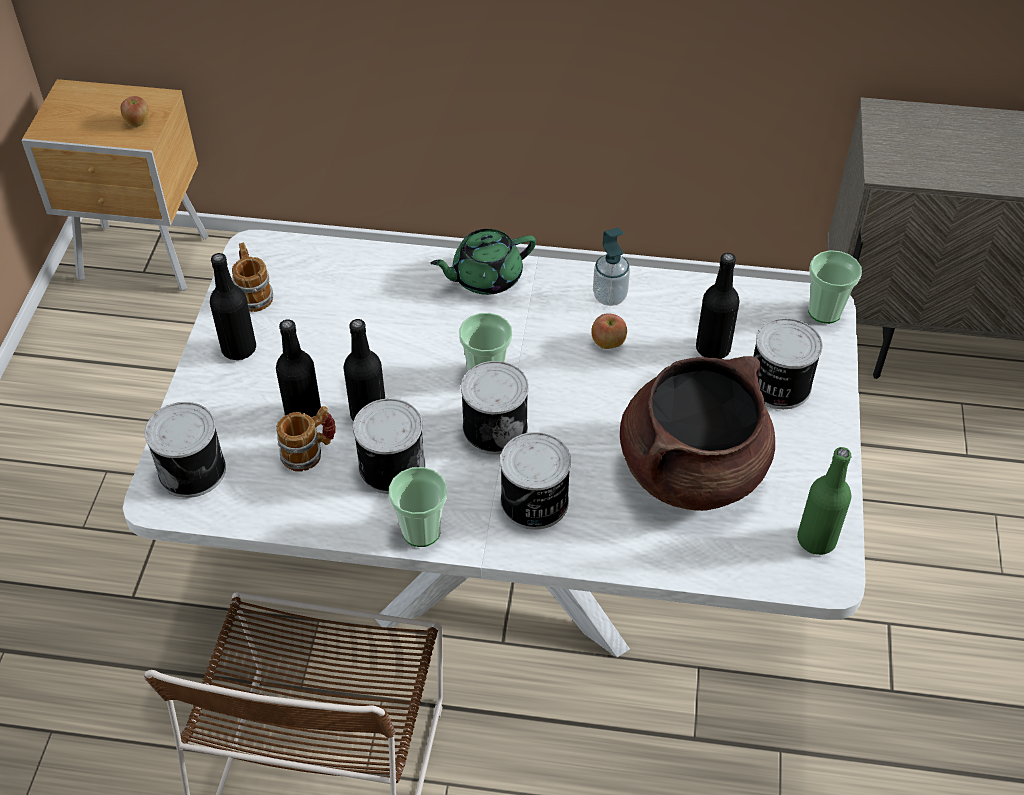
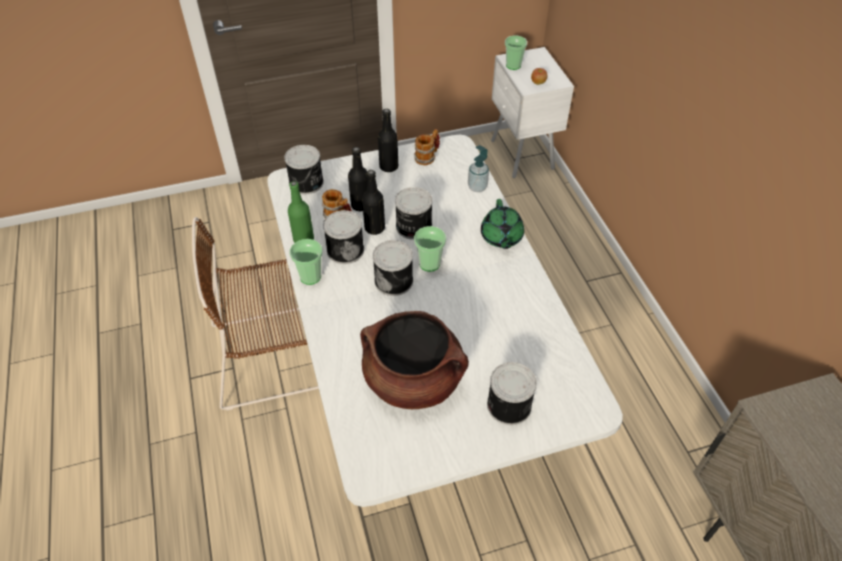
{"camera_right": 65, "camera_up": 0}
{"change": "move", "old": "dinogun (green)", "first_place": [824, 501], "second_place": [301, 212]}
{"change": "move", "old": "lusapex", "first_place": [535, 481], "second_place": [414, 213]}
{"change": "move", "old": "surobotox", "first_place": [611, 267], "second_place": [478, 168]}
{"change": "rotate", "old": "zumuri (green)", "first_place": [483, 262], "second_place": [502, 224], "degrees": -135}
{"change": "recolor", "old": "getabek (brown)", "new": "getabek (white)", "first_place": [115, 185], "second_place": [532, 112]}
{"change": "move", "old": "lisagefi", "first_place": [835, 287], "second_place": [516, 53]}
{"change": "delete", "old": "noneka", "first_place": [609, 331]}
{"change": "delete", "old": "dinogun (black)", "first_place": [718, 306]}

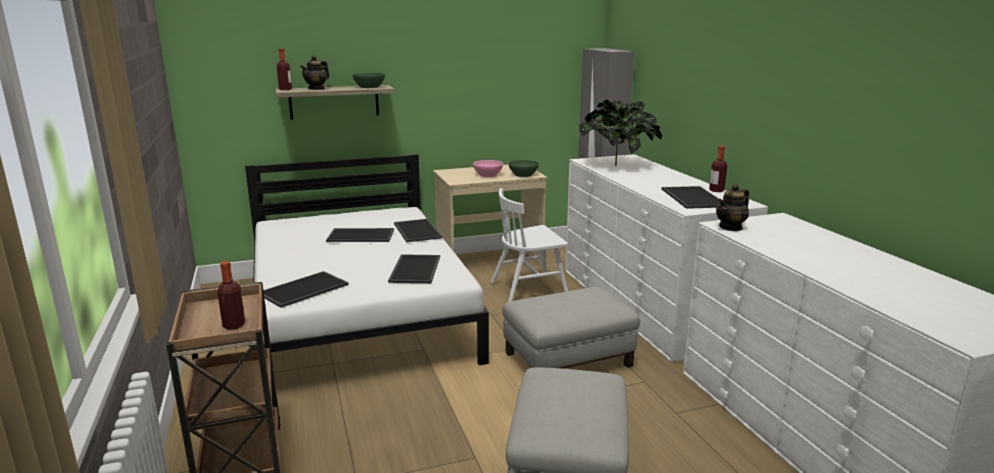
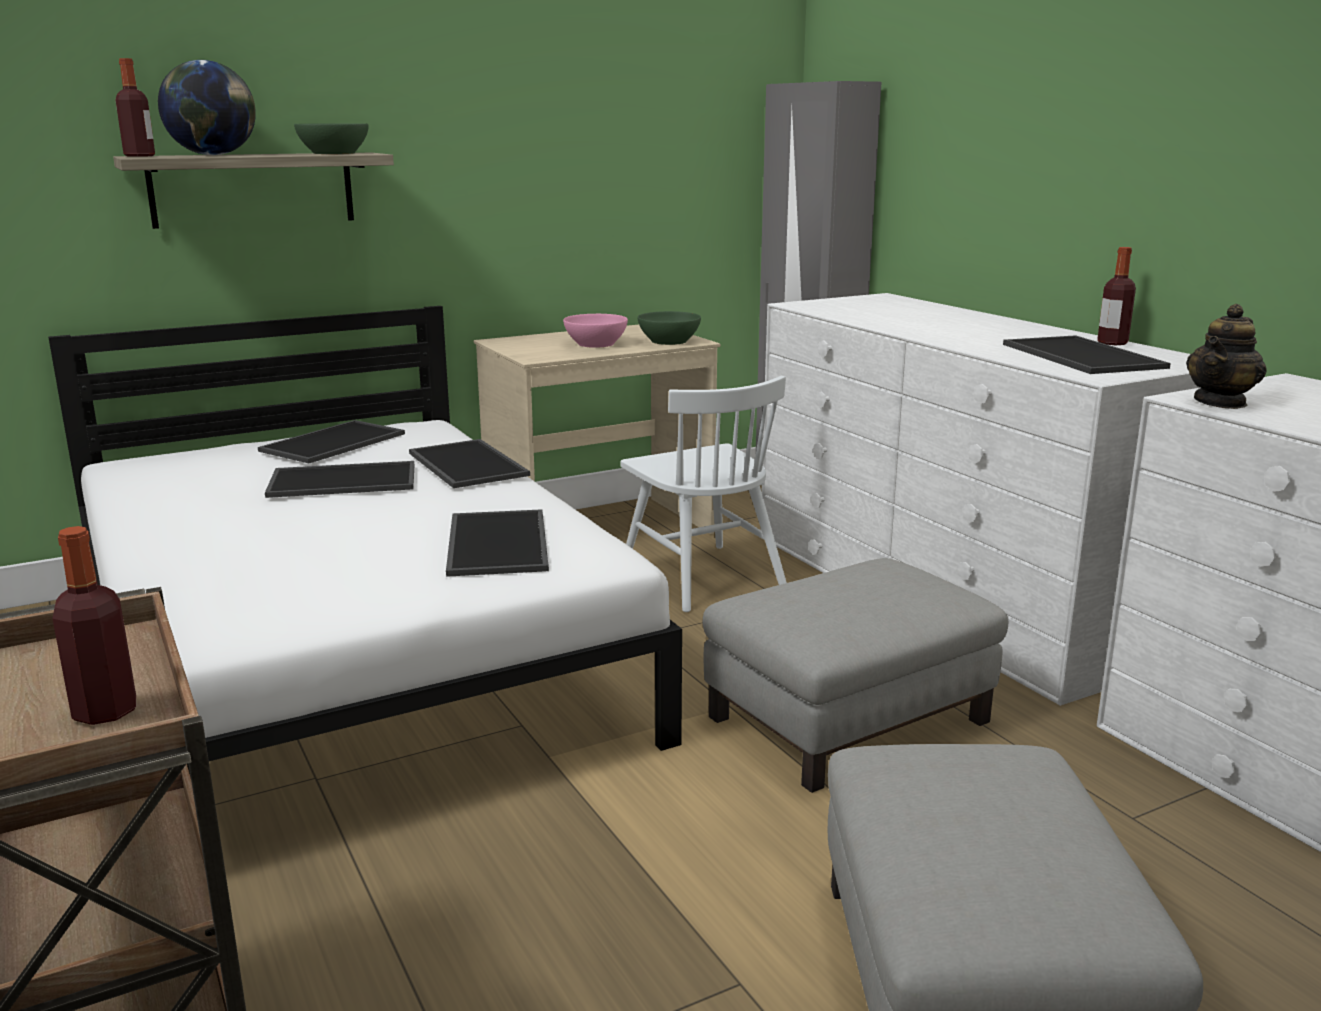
{"camera_right": -10, "camera_up": 0}
{"change": "replace", "old": "zumuri", "new": "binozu", "first_place": [315, 72], "second_place": [207, 107]}
{"change": "move", "old": "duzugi", "first_place": [306, 289], "second_place": [331, 441]}
{"change": "rotate", "old": "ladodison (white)", "first_place": [529, 245], "second_place": [703, 494], "degrees": -90}
{"change": "delete", "old": "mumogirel", "first_place": [621, 133]}

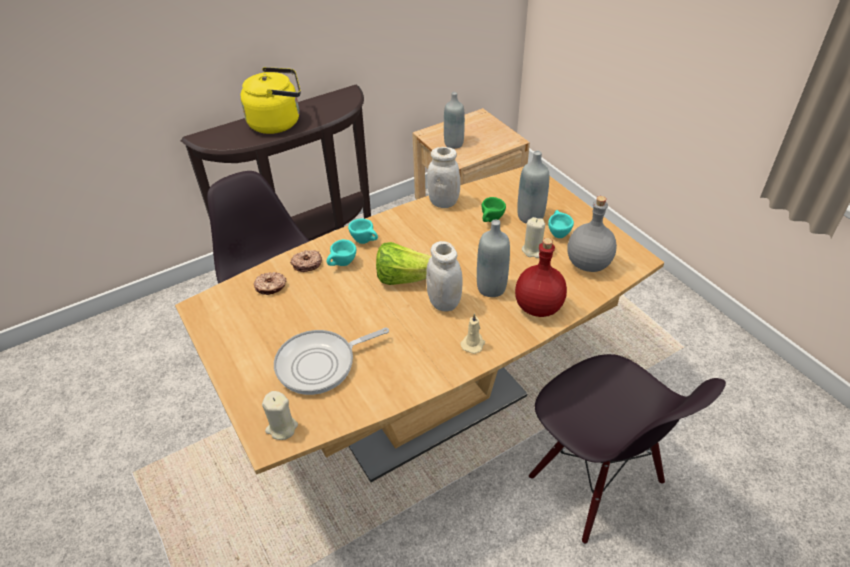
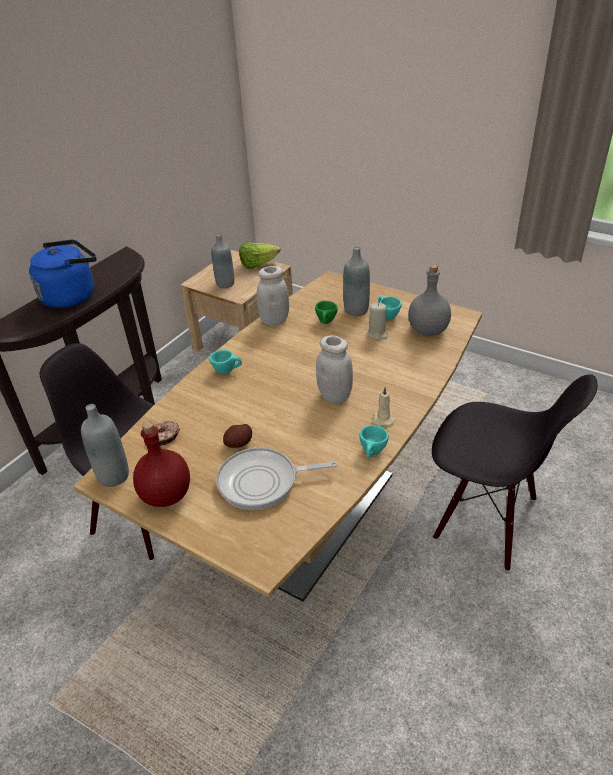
{"camera_right": -25, "camera_up": -5}
{"change": "recolor", "old": "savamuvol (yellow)", "new": "savamuvol (blue)", "first_place": [270, 100], "second_place": [63, 274]}
{"change": "move", "old": "dinogun (grey)", "first_place": [493, 258], "second_place": [105, 445]}
{"change": "move", "old": "dinogun (red)", "first_place": [541, 277], "second_place": [161, 464]}
{"change": "rotate", "old": "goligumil", "first_place": [331, 361], "second_place": [277, 479], "degrees": 45}
{"change": "insert", "new": "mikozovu", "second_place": [237, 436]}
{"change": "move", "old": "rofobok", "first_place": [403, 263], "second_place": [260, 255]}
{"change": "move", "old": "lisagefi (turquoise)", "first_place": [341, 252], "second_place": [374, 441]}
{"change": "delete", "old": "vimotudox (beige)", "first_place": [280, 415]}
{"change": "delete", "old": "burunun", "first_place": [306, 261]}

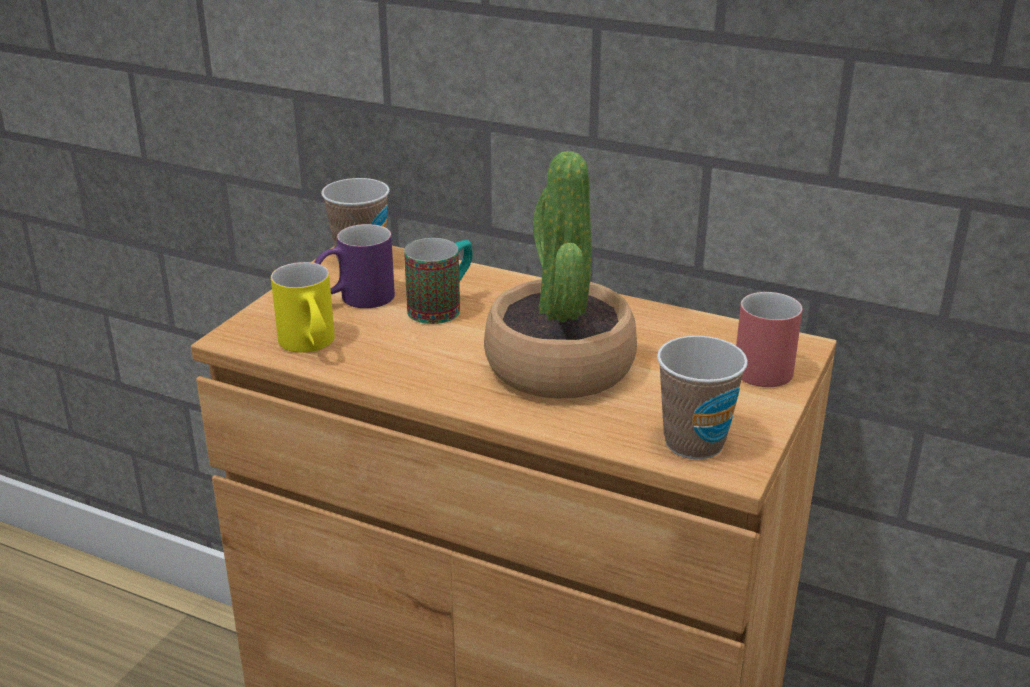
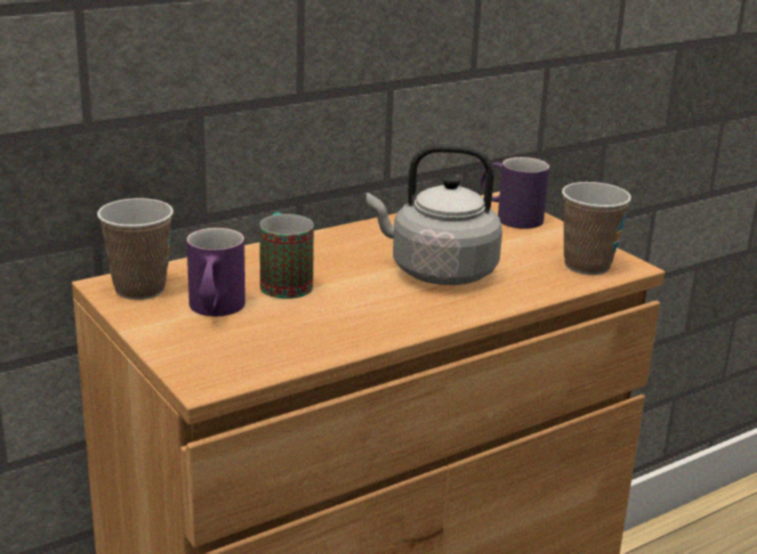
{"camera_right": -60, "camera_up": -5}
{"change": "replace", "old": "mumogirel", "new": "savamuvol (grey)", "first_place": [560, 274], "second_place": [434, 214]}
{"change": "recolor", "old": "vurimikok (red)", "new": "vurimikok (purple)", "first_place": [769, 339], "second_place": [514, 193]}
{"change": "delete", "old": "vurimikok (yellow)", "first_place": [303, 307]}

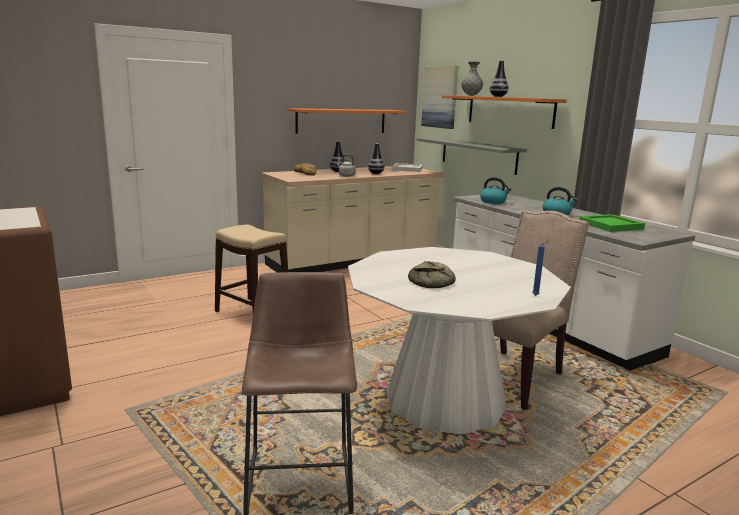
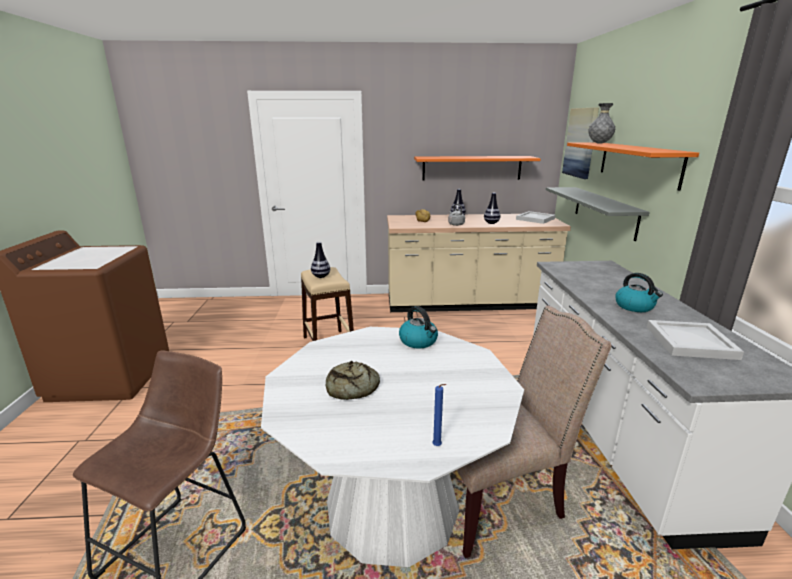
{"camera_right": 30, "camera_up": 5}
{"change": "move", "old": "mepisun", "first_place": [499, 79], "second_place": [320, 260]}
{"change": "move", "old": "savamuvol", "first_place": [496, 190], "second_place": [418, 327]}
{"change": "recolor", "old": "duzugi (green)", "new": "duzugi (white)", "first_place": [612, 223], "second_place": [695, 340]}

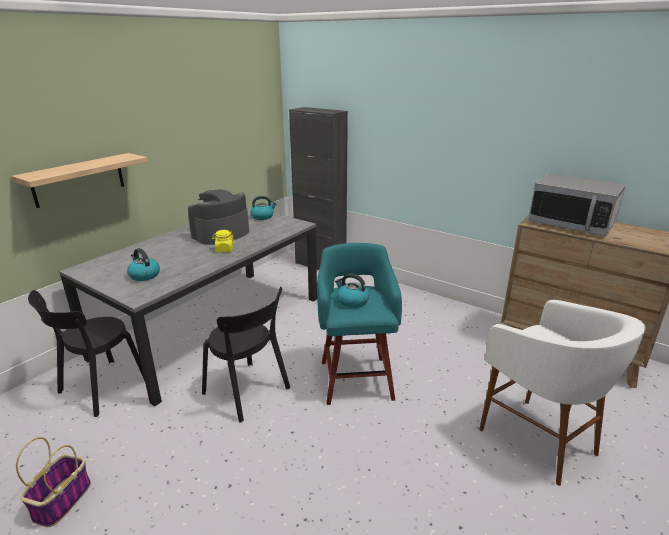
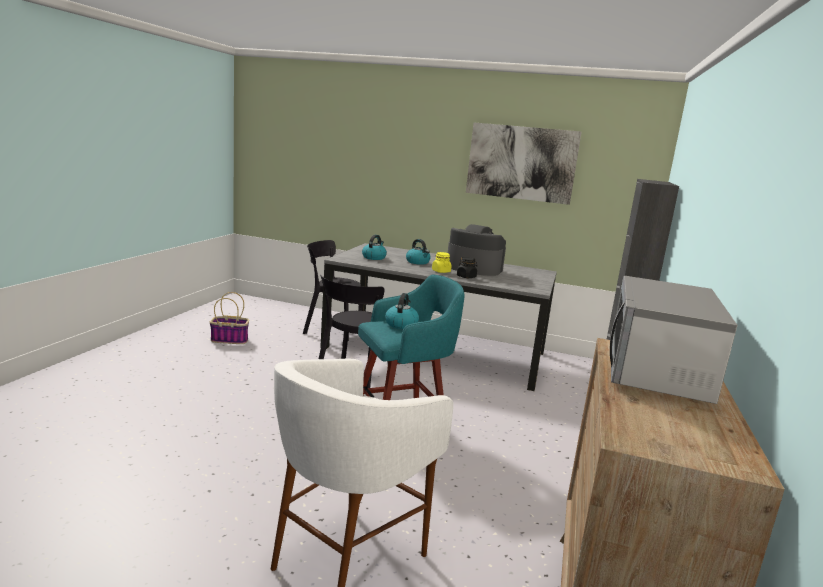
{"camera_right": 70, "camera_up": -10}
{"change": "move", "old": "savamuvol", "first_place": [264, 208], "second_place": [418, 252]}
{"change": "insert", "new": "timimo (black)", "second_place": [467, 267]}
{"change": "insert", "new": "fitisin", "second_place": [523, 164]}
{"change": "delete", "old": "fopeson", "first_place": [80, 180]}

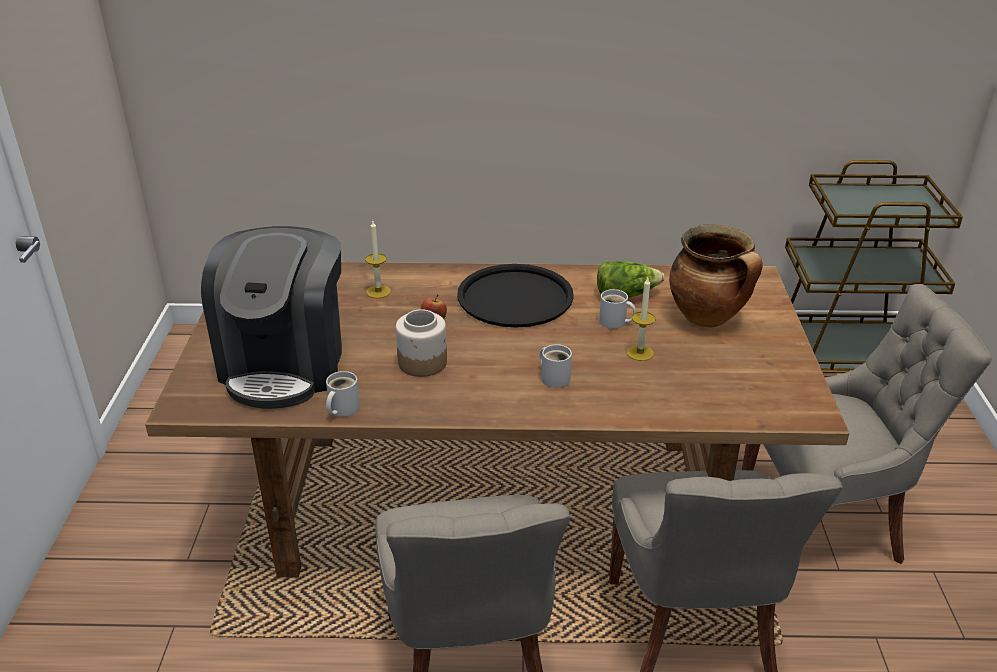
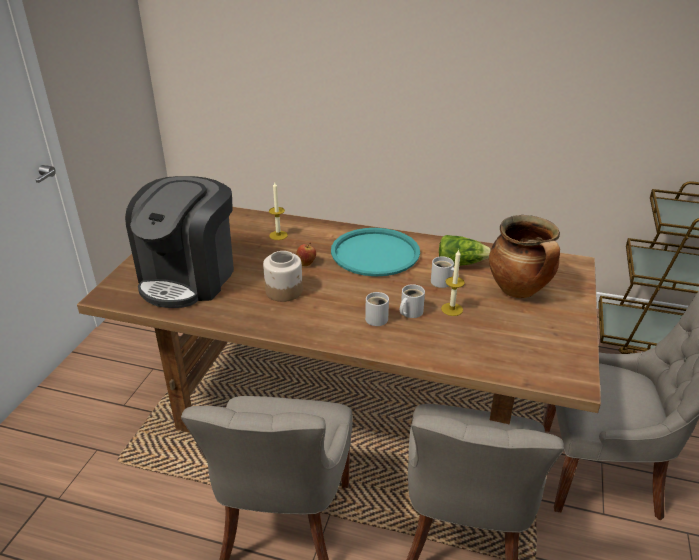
{"camera_right": 15, "camera_up": 0}
{"change": "recolor", "old": "duzugi (black)", "new": "duzugi (turquoise)", "first_place": [515, 296], "second_place": [375, 252]}
{"change": "move", "old": "vurimikok (white)", "first_place": [343, 394], "second_place": [412, 301]}

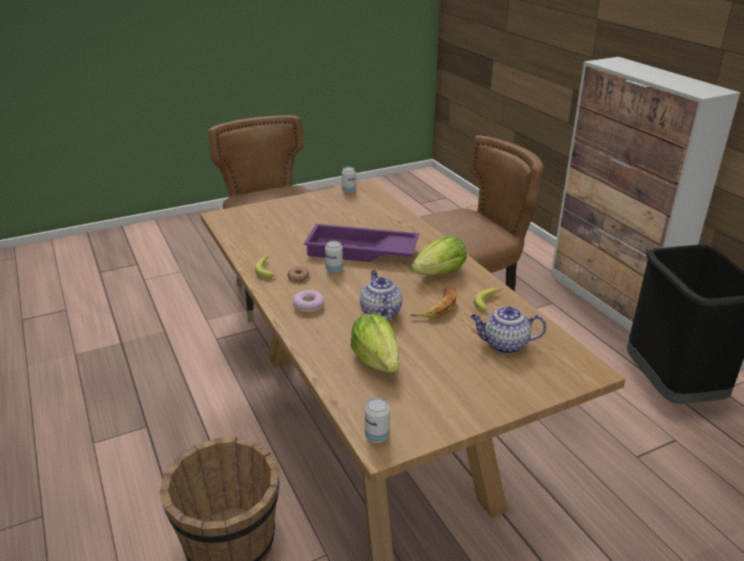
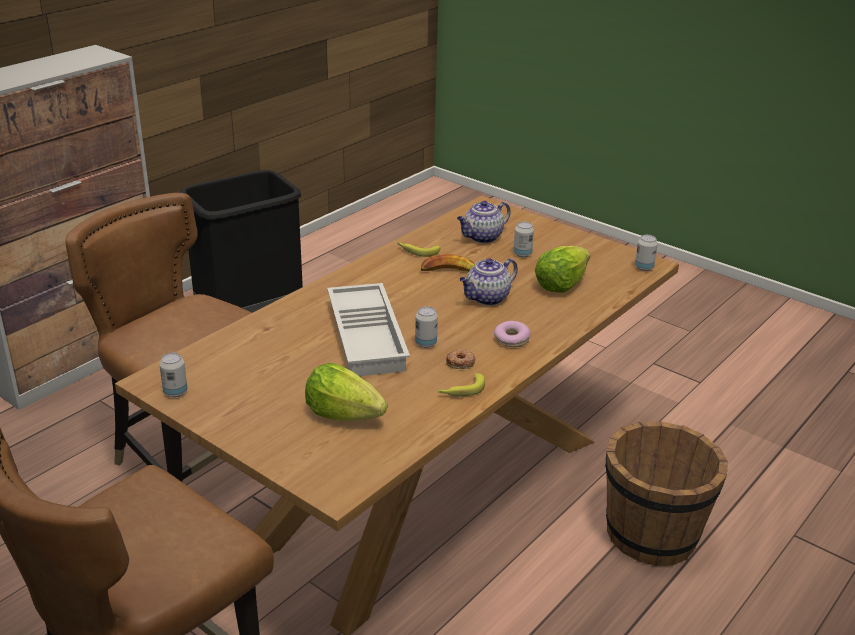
{"camera_right": -115, "camera_up": 0}
{"change": "move", "old": "rofobok", "first_place": [439, 255], "second_place": [346, 392]}
{"change": "recolor", "old": "duzugi (purple)", "new": "duzugi (white)", "first_place": [361, 243], "second_place": [368, 329]}
{"change": "rotate", "old": "zumuri", "first_place": [508, 330], "second_place": [484, 222], "degrees": 75}
{"change": "insert", "new": "lusapex", "second_place": [523, 239]}

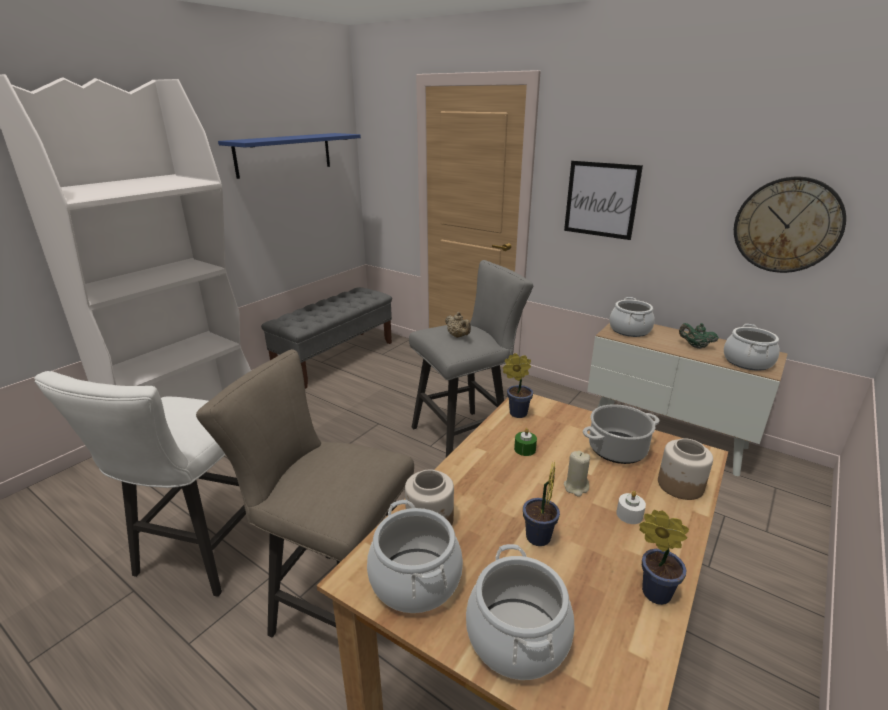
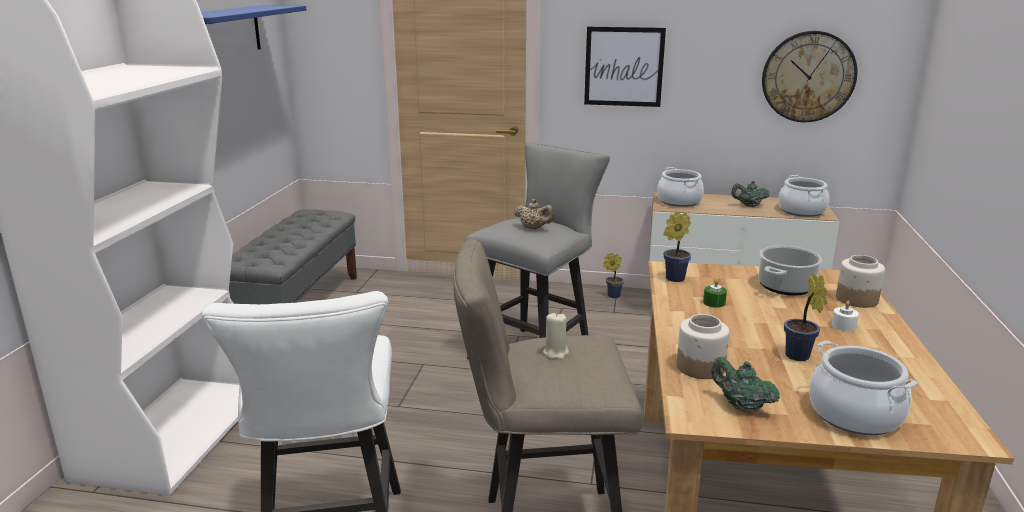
{"camera_right": -25, "camera_up": -5}
{"change": "move", "old": "vimotudox (beige)", "first_place": [577, 474], "second_place": [556, 336]}
{"change": "move", "old": "mumogirel", "first_place": [664, 557], "second_place": [613, 275]}
{"change": "replace", "old": "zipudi", "new": "zumuri (green)", "first_place": [415, 556], "second_place": [745, 384]}

